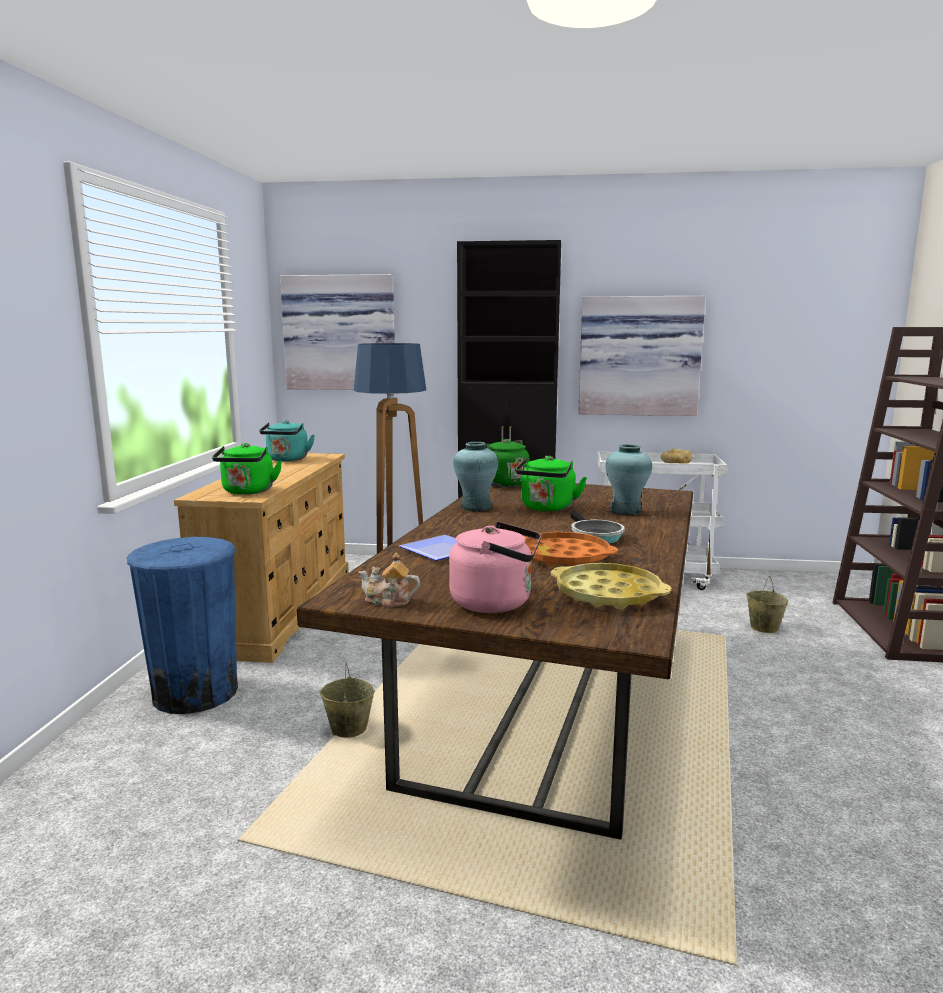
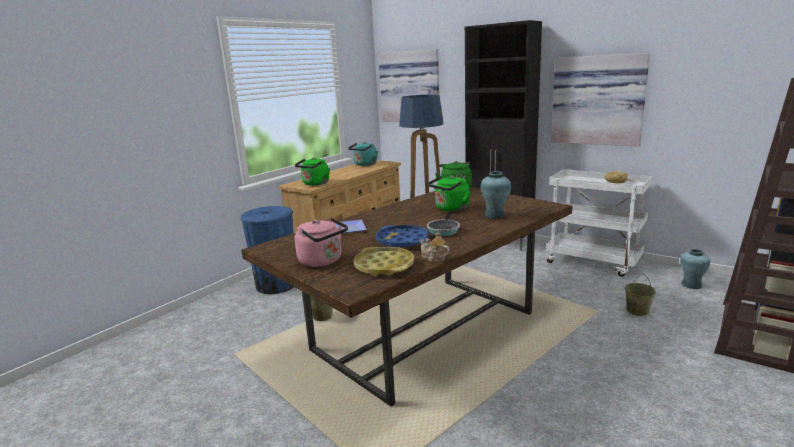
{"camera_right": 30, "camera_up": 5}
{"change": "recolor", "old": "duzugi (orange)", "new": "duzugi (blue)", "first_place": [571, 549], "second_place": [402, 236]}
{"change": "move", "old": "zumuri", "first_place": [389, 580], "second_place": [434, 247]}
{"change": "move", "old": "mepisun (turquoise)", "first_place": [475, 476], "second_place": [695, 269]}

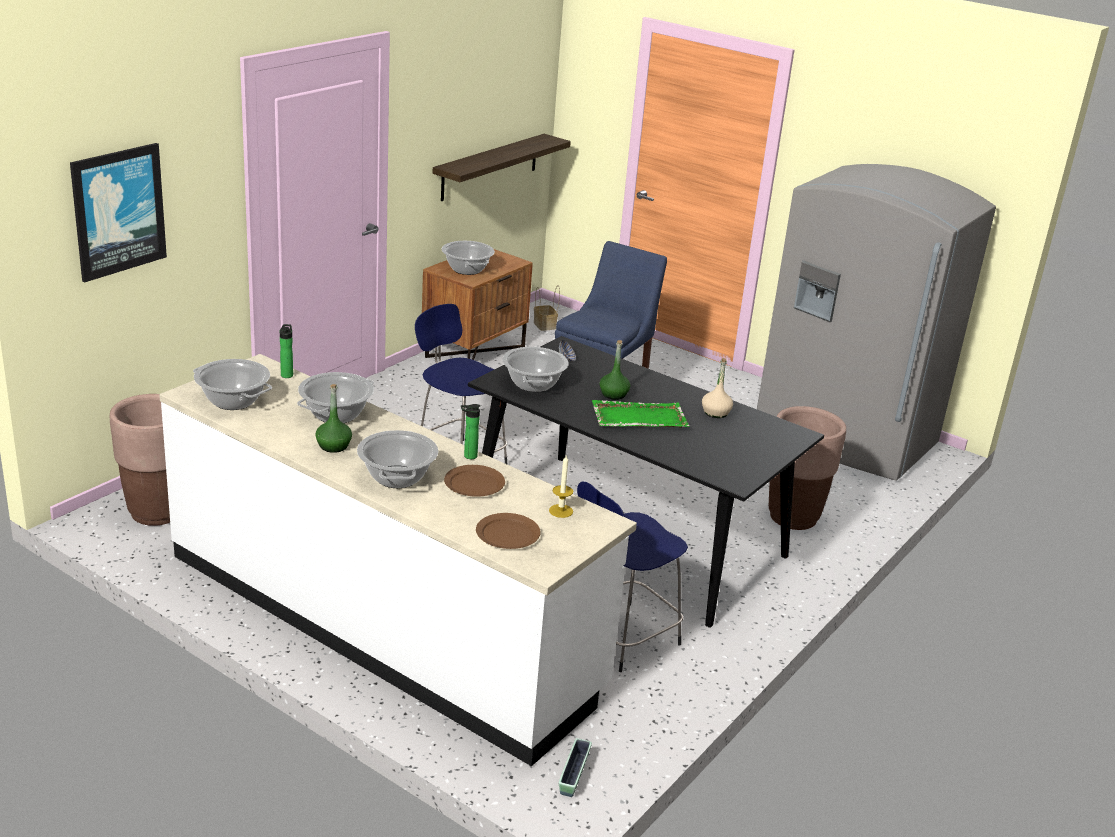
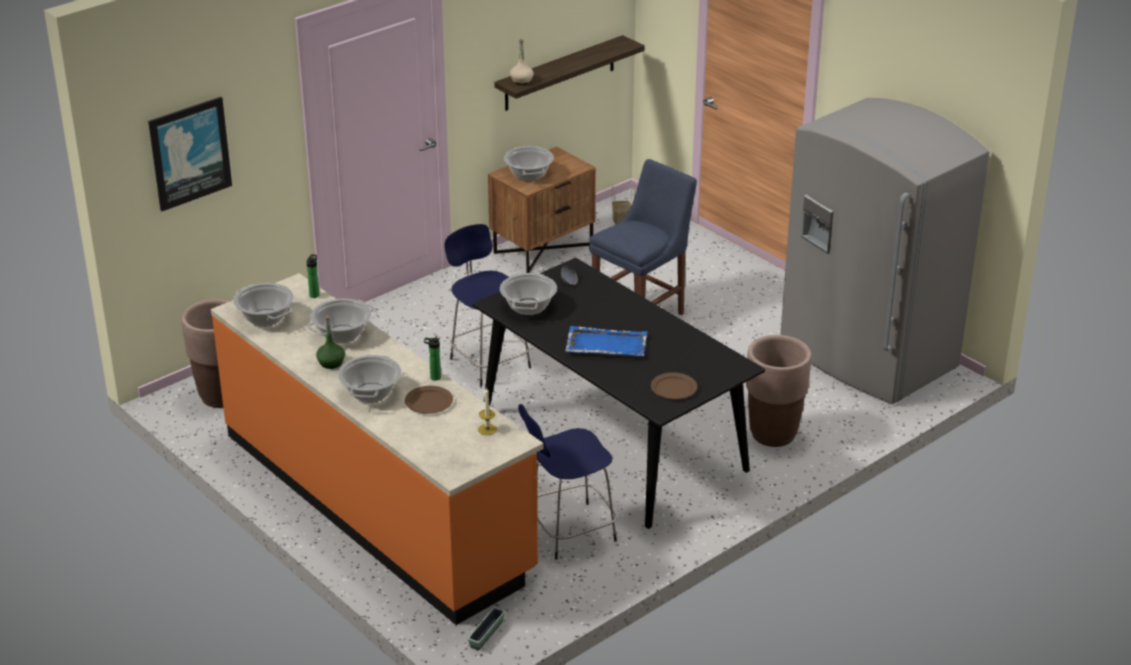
{"camera_right": 15, "camera_up": 5}
{"change": "recolor", "old": "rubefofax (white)", "new": "rubefofax (orange)", "first_place": [398, 560], "second_place": [377, 449]}
{"change": "move", "old": "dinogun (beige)", "first_place": [717, 388], "second_place": [522, 62]}
{"change": "recolor", "old": "duzugi (green)", "new": "duzugi (blue)", "first_place": [641, 414], "second_place": [606, 341]}
{"change": "move", "old": "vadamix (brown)", "first_place": [508, 531], "second_place": [674, 385]}
{"change": "delete", "old": "dinogun (green)", "first_place": [615, 370]}

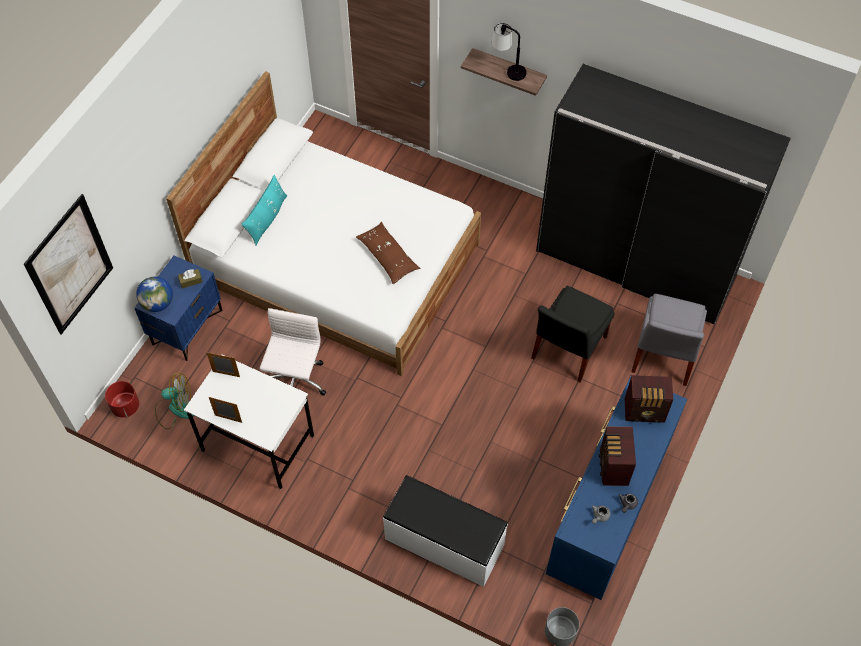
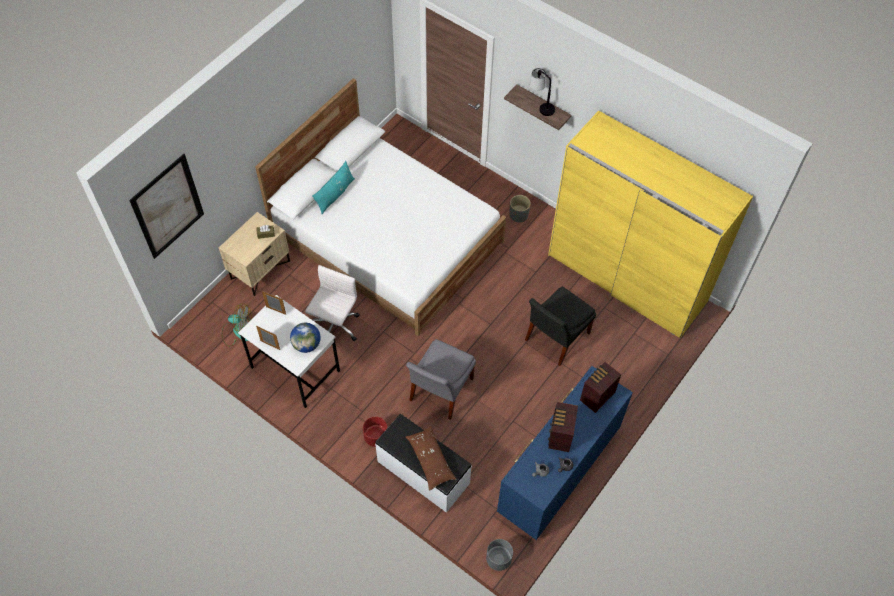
{"camera_right": 10, "camera_up": 0}
{"change": "recolor", "old": "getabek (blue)", "new": "getabek (beige)", "first_place": [178, 308], "second_place": [254, 254]}
{"change": "move", "old": "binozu", "first_place": [154, 294], "second_place": [305, 338]}
{"change": "move", "old": "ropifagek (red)", "first_place": [122, 399], "second_place": [375, 432]}
{"change": "move", "old": "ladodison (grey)", "first_place": [669, 340], "second_place": [441, 379]}
{"change": "move", "old": "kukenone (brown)", "first_place": [388, 253], "second_place": [431, 458]}
{"change": "insert", "new": "ropifagek (grey)", "second_place": [520, 209]}
{"change": "recolor", "old": "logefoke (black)", "new": "logefoke (yellow)", "first_place": [663, 194], "second_place": [650, 224]}
{"change": "rotate", "old": "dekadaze", "first_place": [649, 399], "second_place": [600, 387], "degrees": 120}

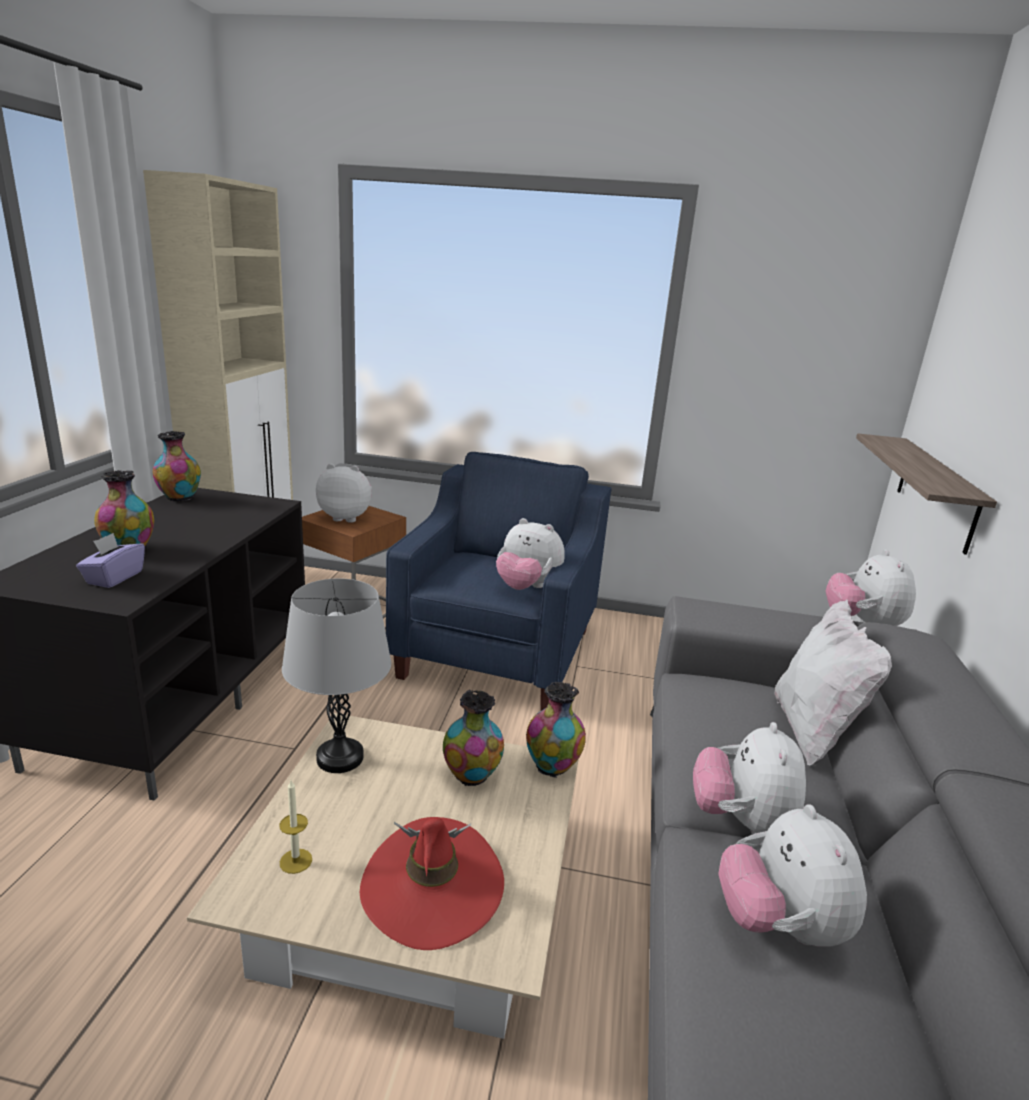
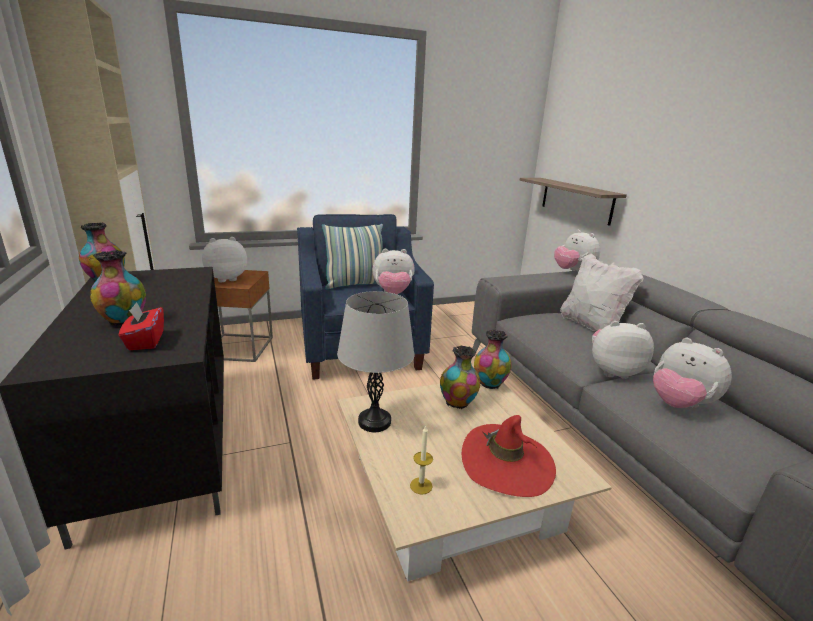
{"camera_right": -30, "camera_up": 0}
{"change": "recolor", "old": "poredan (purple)", "new": "poredan (red)", "first_place": [110, 560], "second_place": [141, 326]}
{"change": "insert", "new": "kukenone", "second_place": [352, 256]}
{"change": "rotate", "old": "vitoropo", "first_place": [749, 778], "second_place": [623, 350], "degrees": 120}

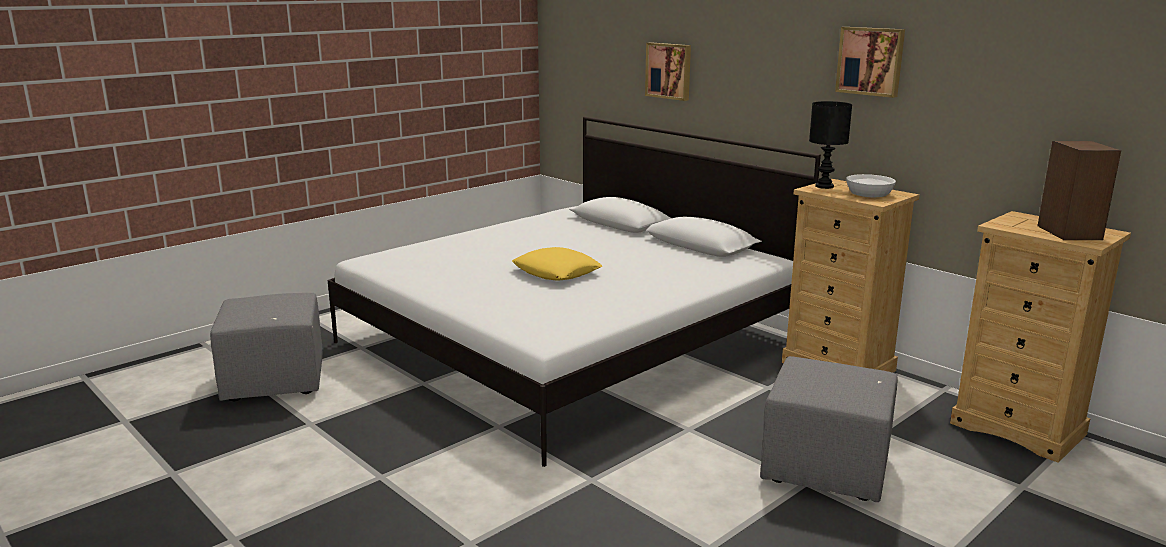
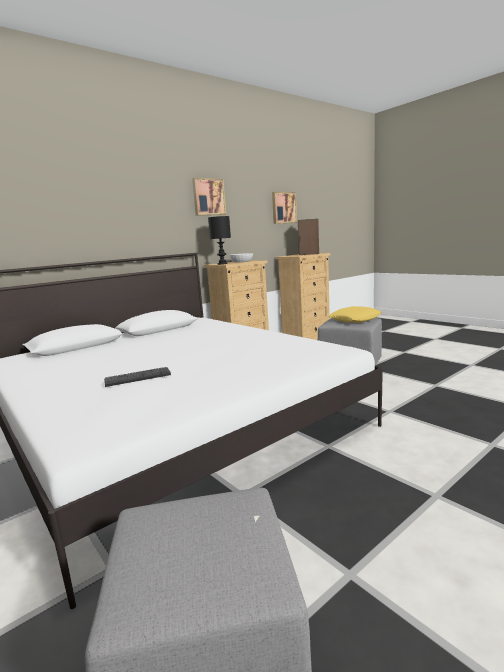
{"camera_right": -85, "camera_up": -5}
{"change": "insert", "new": "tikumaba", "second_place": [137, 377]}
{"change": "move", "old": "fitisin", "first_place": [668, 71], "second_place": [284, 208]}
{"change": "move", "old": "kukenone (yellow)", "first_place": [557, 264], "second_place": [355, 314]}

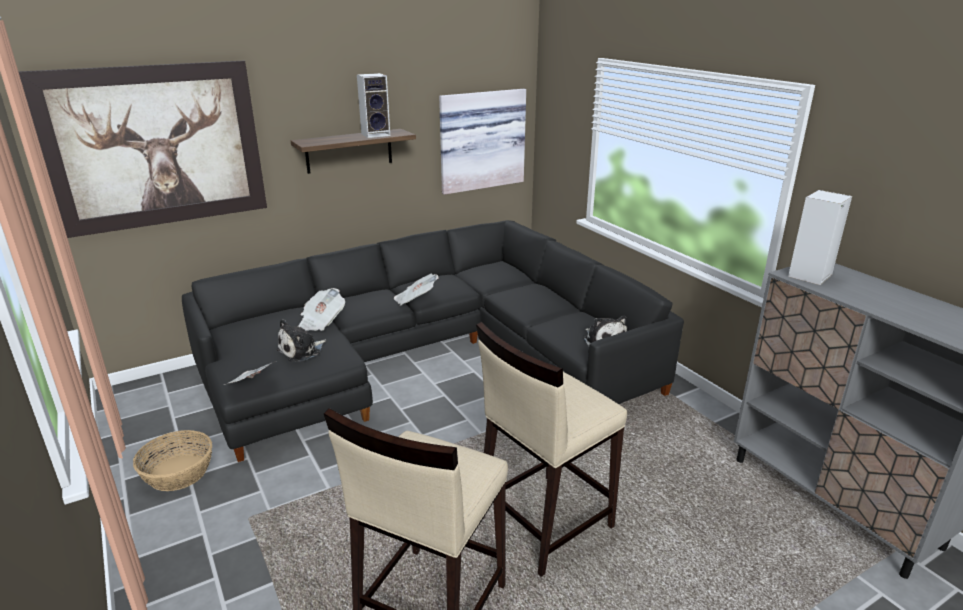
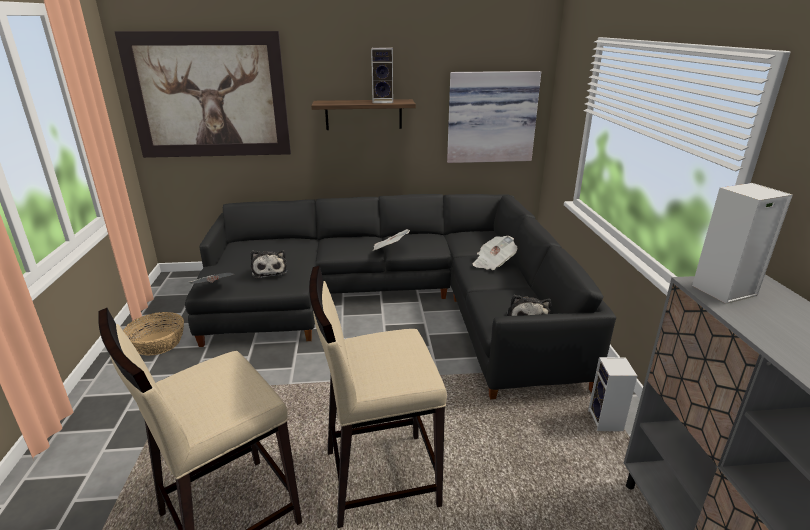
{"camera_right": 25, "camera_up": 0}
{"change": "rotate", "old": "vitoropo", "first_place": [301, 340], "second_place": [268, 264], "degrees": -90}
{"change": "move", "old": "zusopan", "first_place": [321, 309], "second_place": [495, 253]}
{"change": "insert", "new": "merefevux", "second_place": [612, 394]}

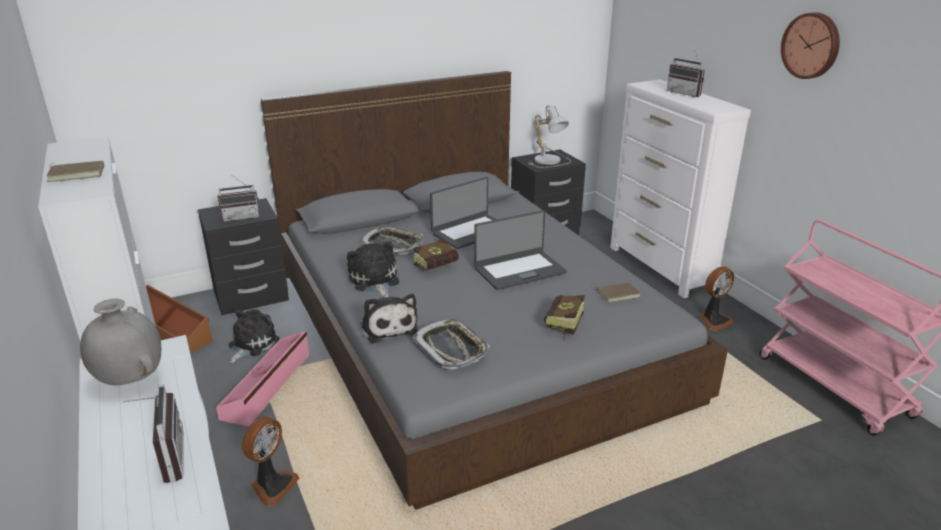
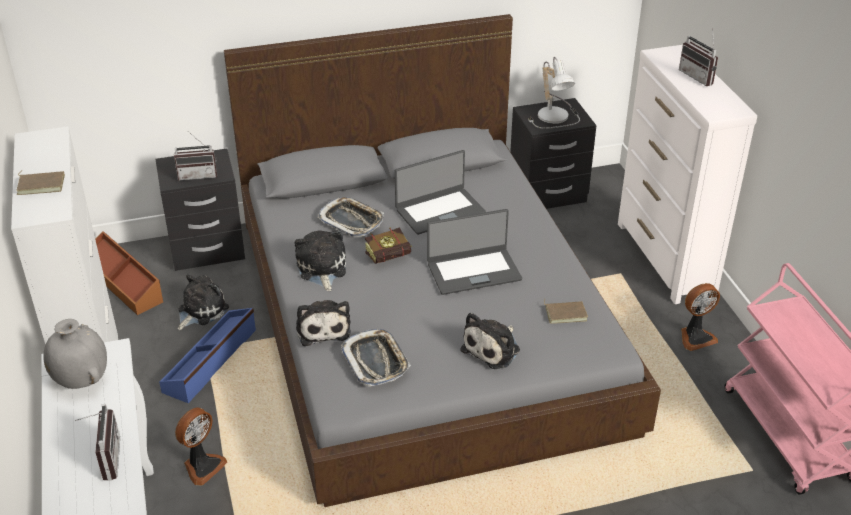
{"camera_right": 10, "camera_up": 10}
{"change": "recolor", "old": "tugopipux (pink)", "new": "tugopipux (blue)", "first_place": [262, 379], "second_place": [207, 355]}
{"change": "replace", "old": "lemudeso", "new": "vitoropo", "first_place": [564, 319], "second_place": [490, 340]}
{"change": "delete", "old": "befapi", "first_place": [810, 45]}

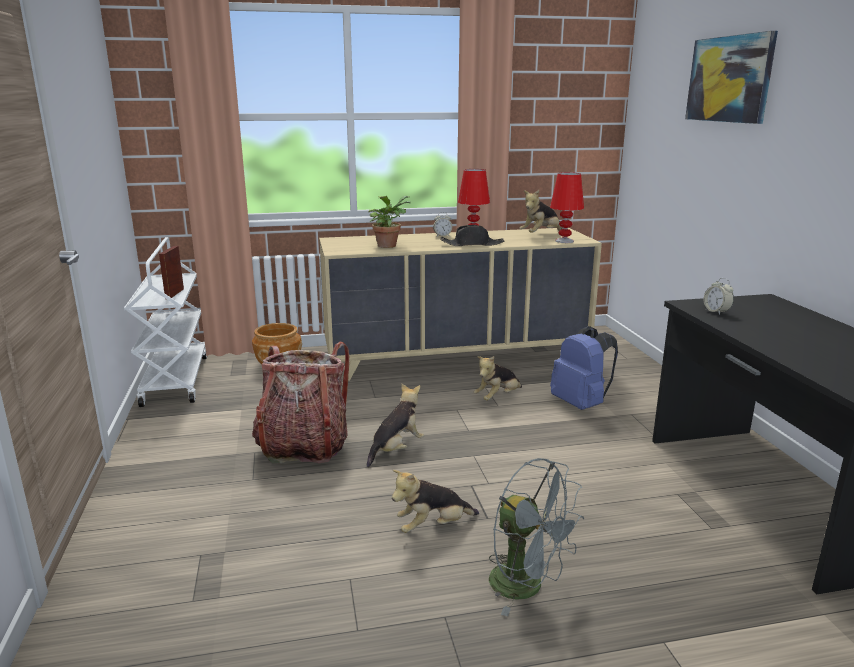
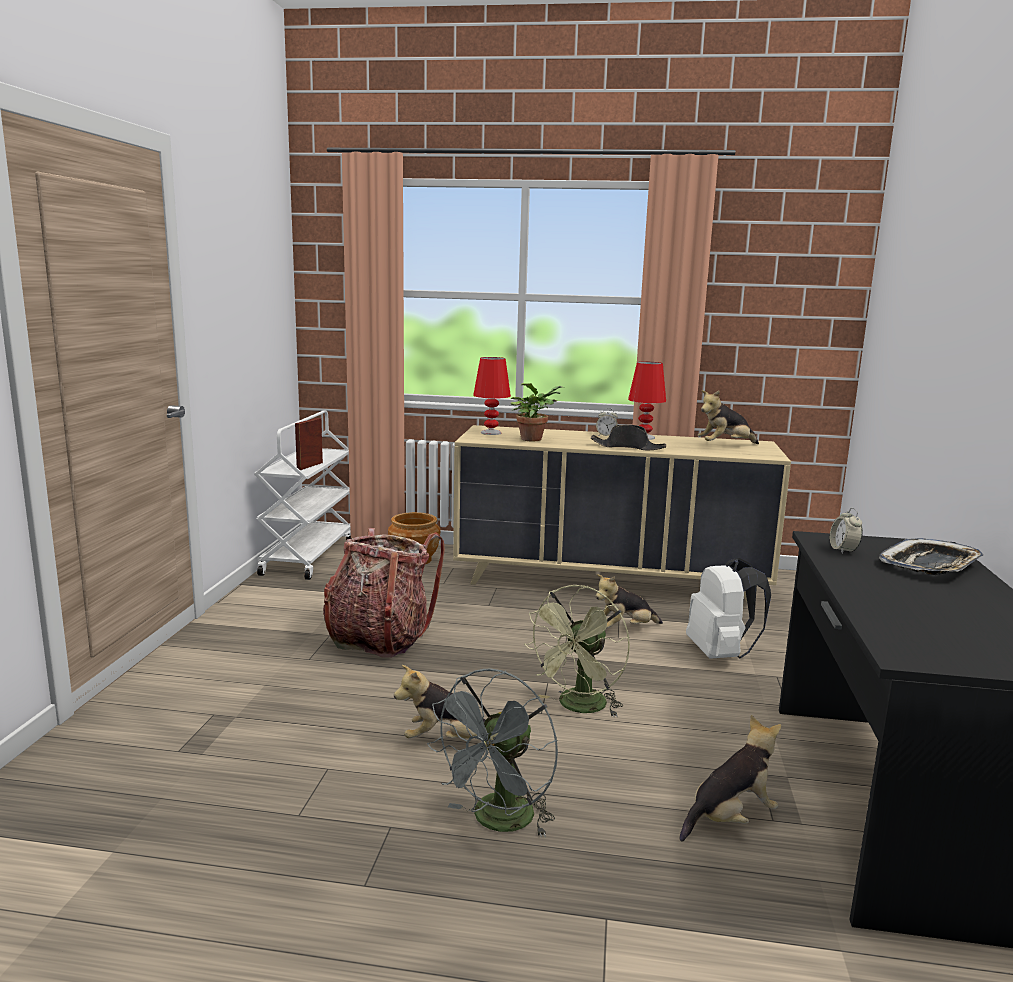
{"camera_right": 20, "camera_up": -5}
{"change": "rotate", "old": "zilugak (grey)", "first_place": [536, 537], "second_place": [492, 753], "degrees": 60}
{"change": "move", "old": "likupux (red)", "first_place": [567, 207], "second_place": [492, 396]}
{"change": "insert", "new": "zilugak (green)", "second_place": [577, 651]}
{"change": "move", "old": "vitoropo", "first_place": [395, 426], "second_place": [730, 778]}
{"change": "recolor", "old": "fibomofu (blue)", "new": "fibomofu (white)", "first_place": [584, 368], "second_place": [728, 608]}
{"change": "insert", "new": "duzugi", "second_place": [931, 556]}
{"change": "delete", "old": "fitisin", "first_place": [731, 77]}

